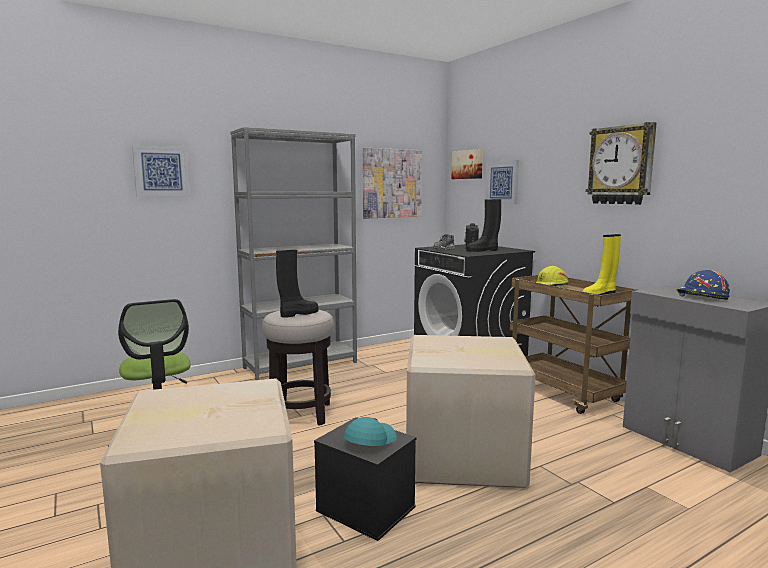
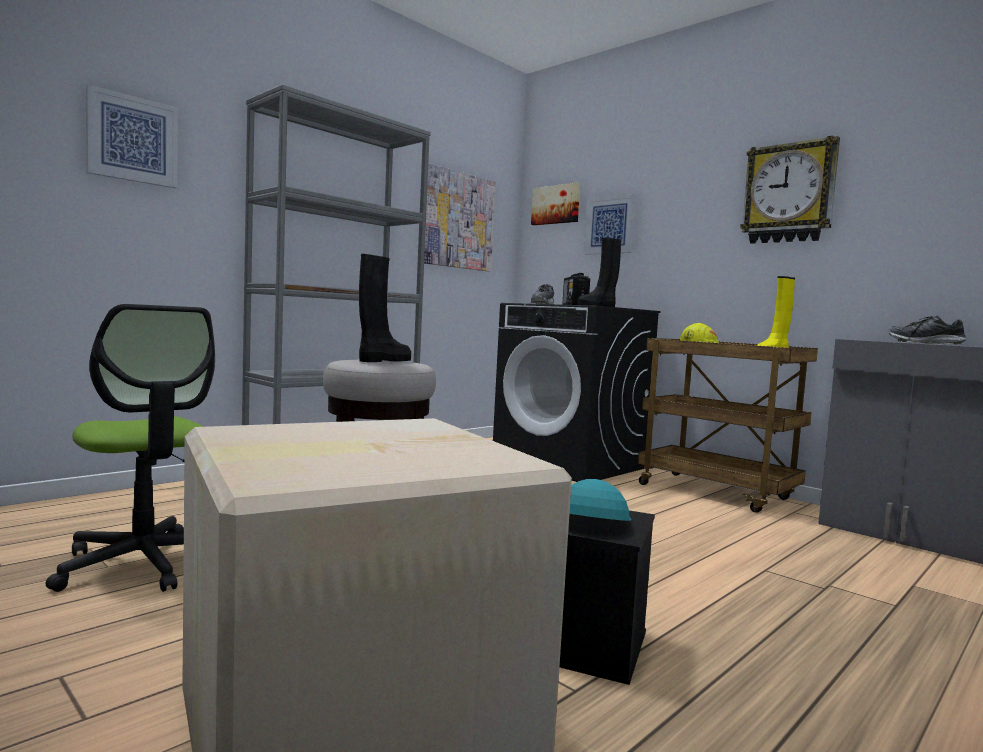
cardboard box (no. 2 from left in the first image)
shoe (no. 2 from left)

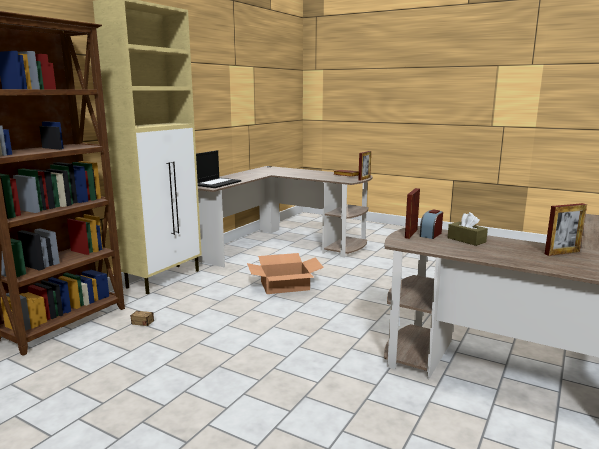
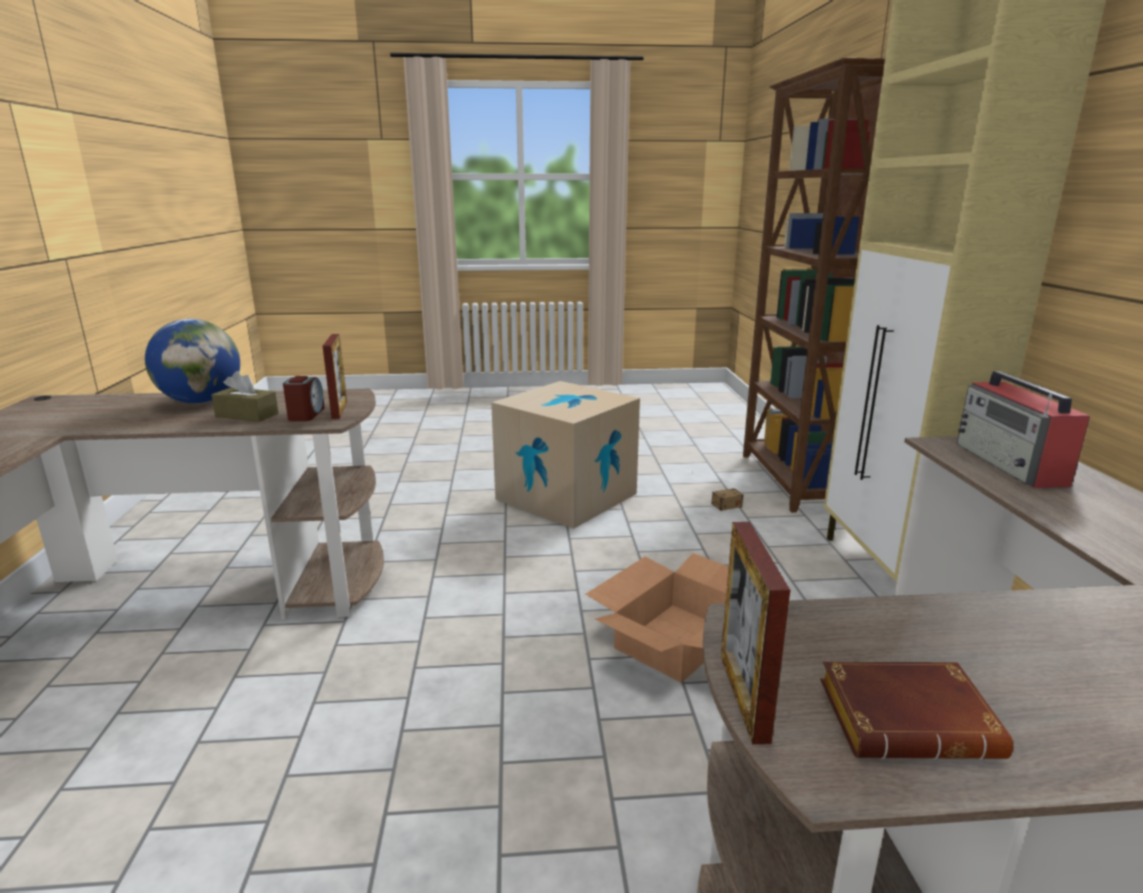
picture frame (no. 3 from left in the first image)
globe
cardboard box (no. 1 from left)
radio

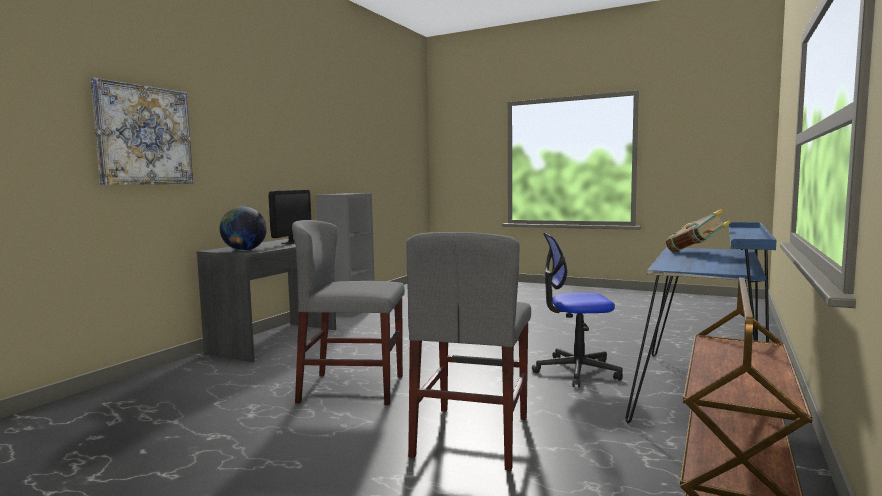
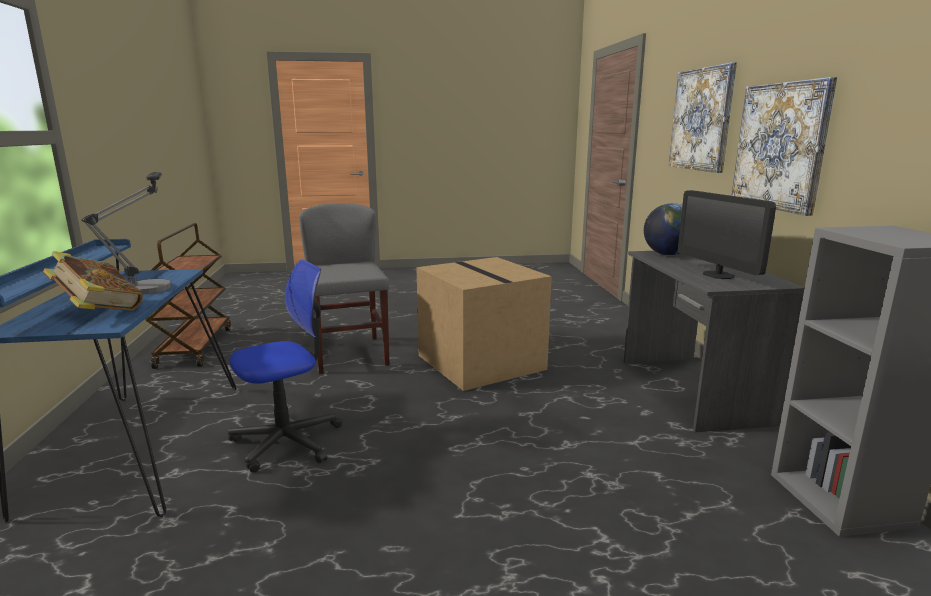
table lamp
picture (no. 2 from left)
cardboard box

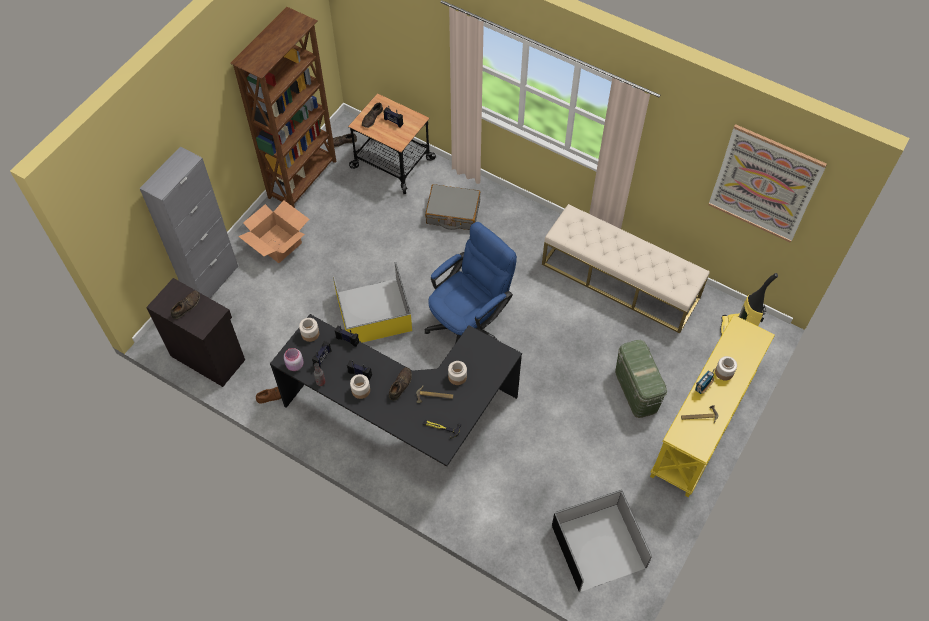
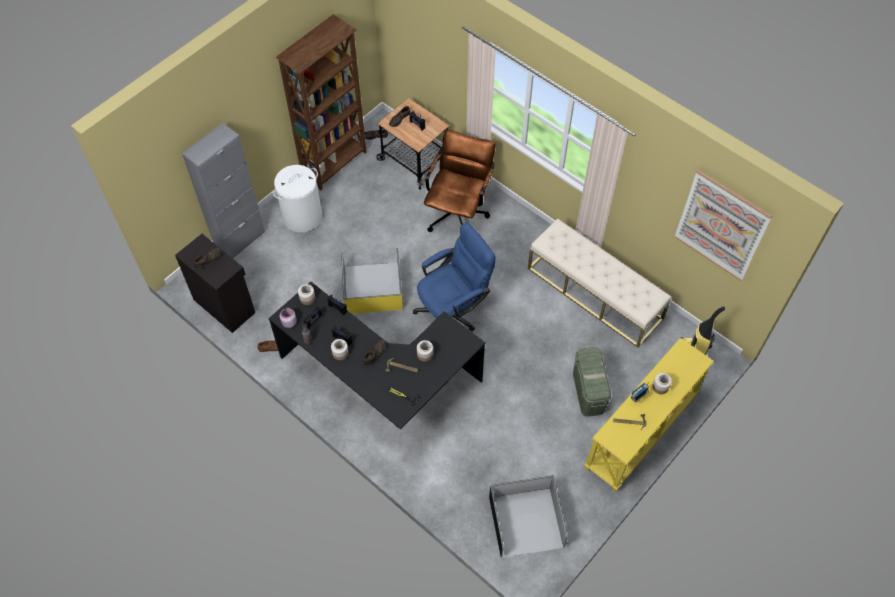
laundry basket (white)
office chair (brown)

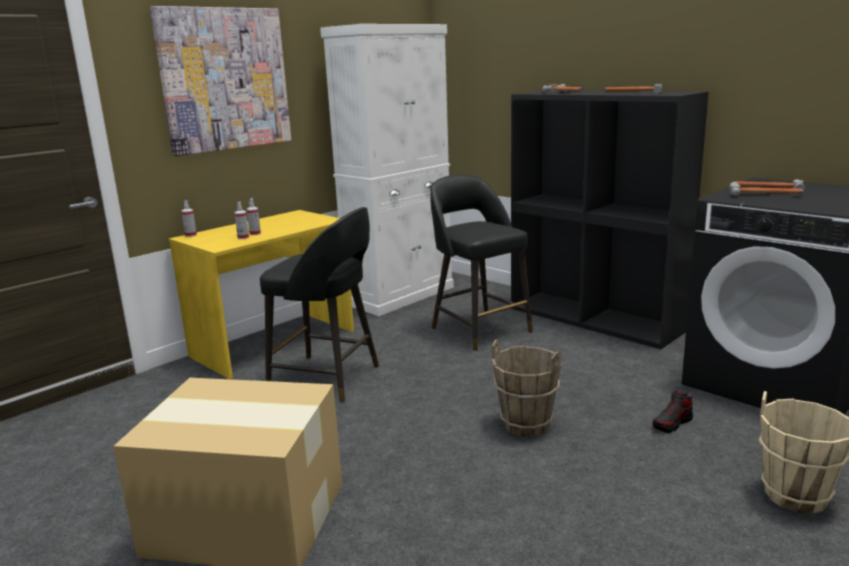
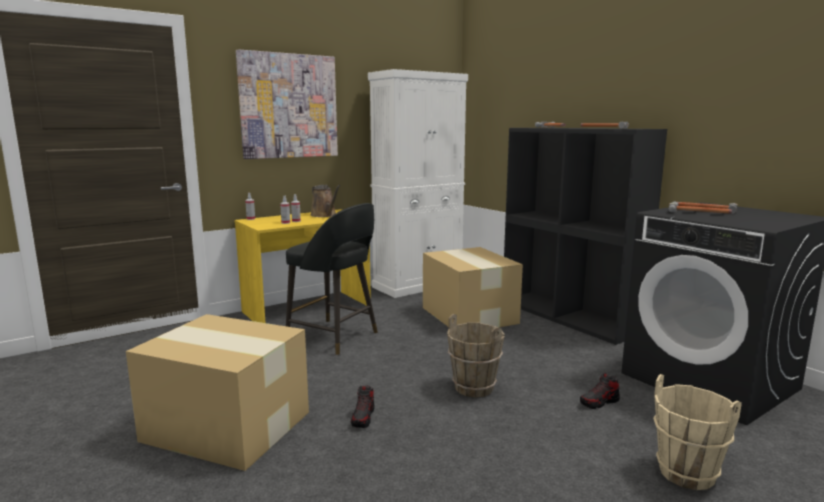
watering can (brown)
shoe (no. 1 from left)
cardboard box (no. 2 from left)

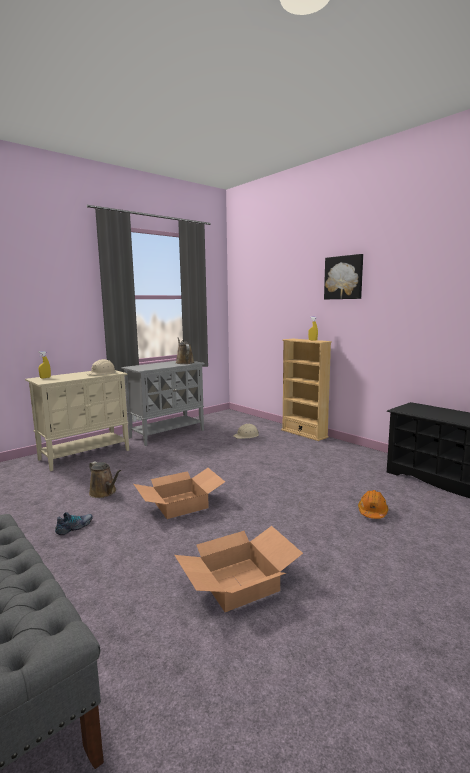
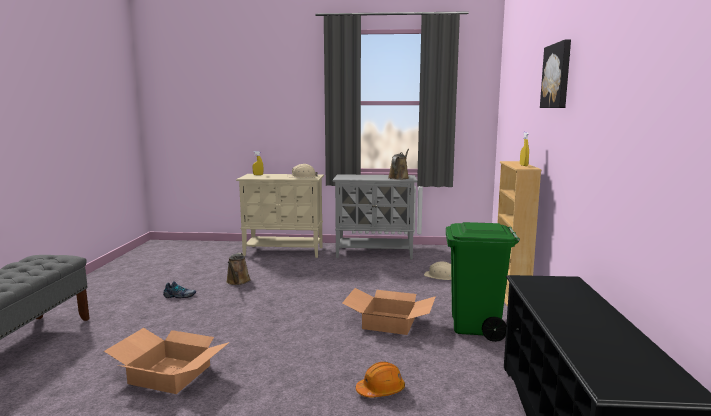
trash can (green)
cardboard box (no. 2 from left)

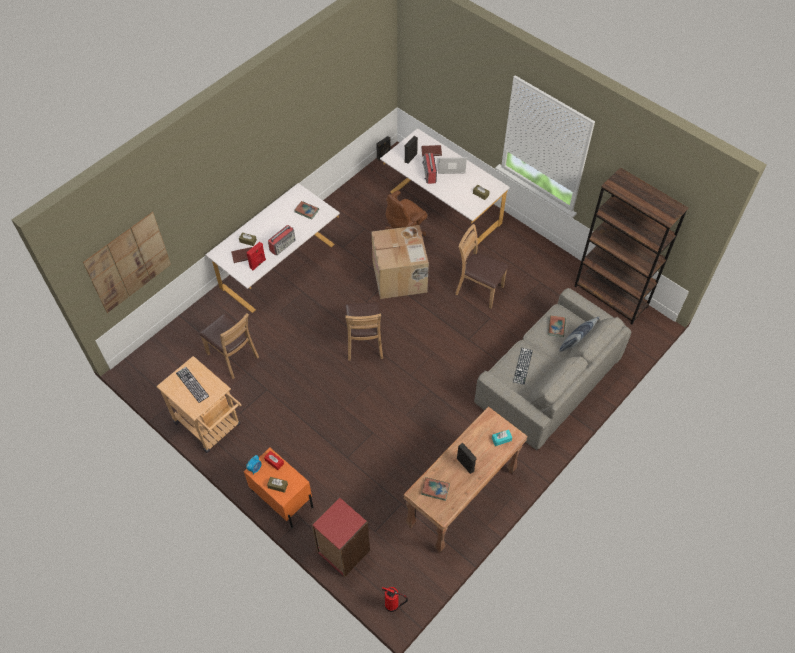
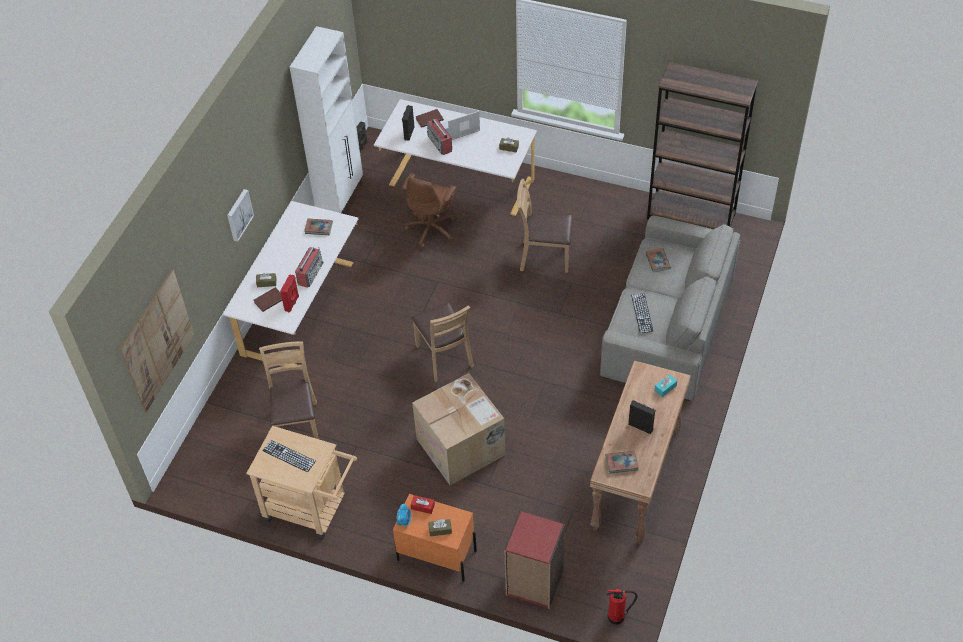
pillow
picture (no. 2 from left)
cabinet (white)
cardboard box
chair (brown) (no. 1 from left)

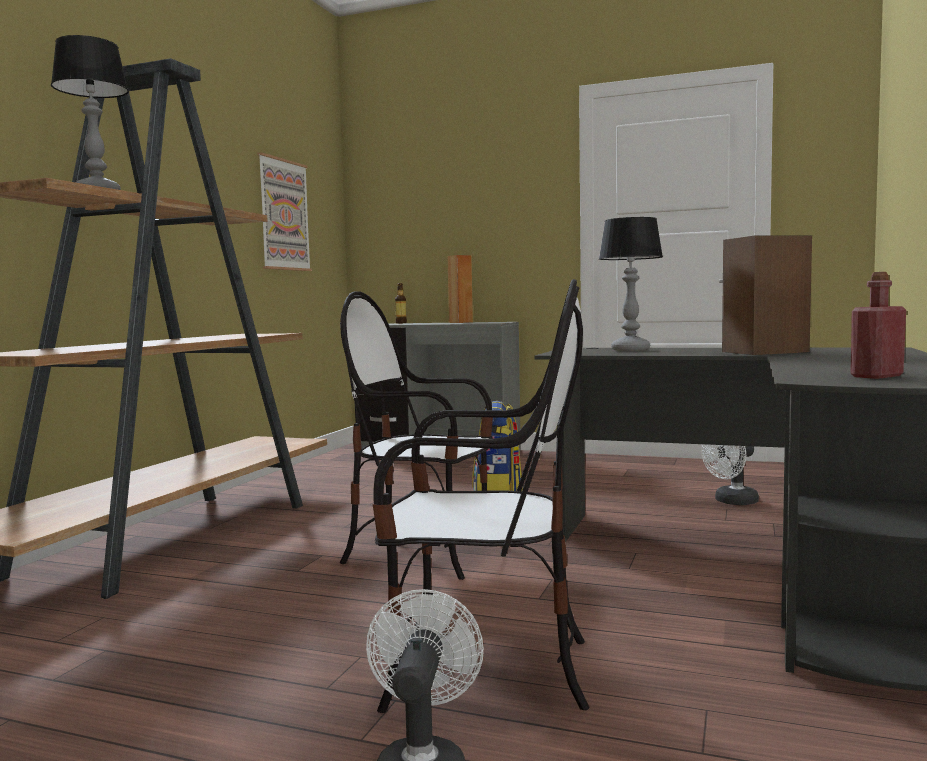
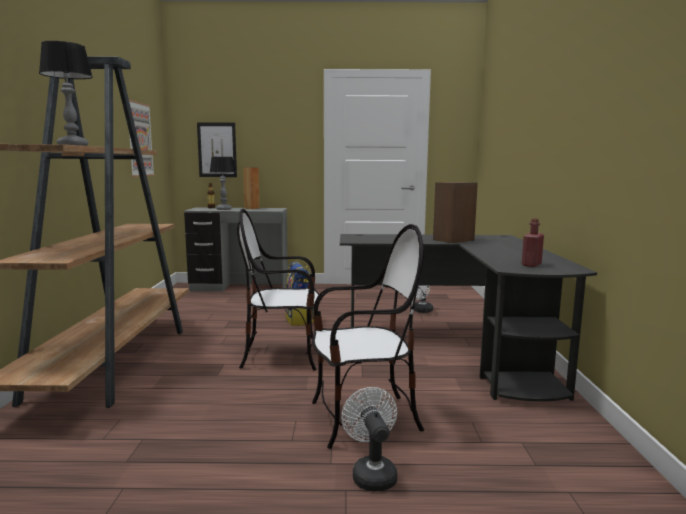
picture (no. 2 from left)
table lamp (no. 2 from left)

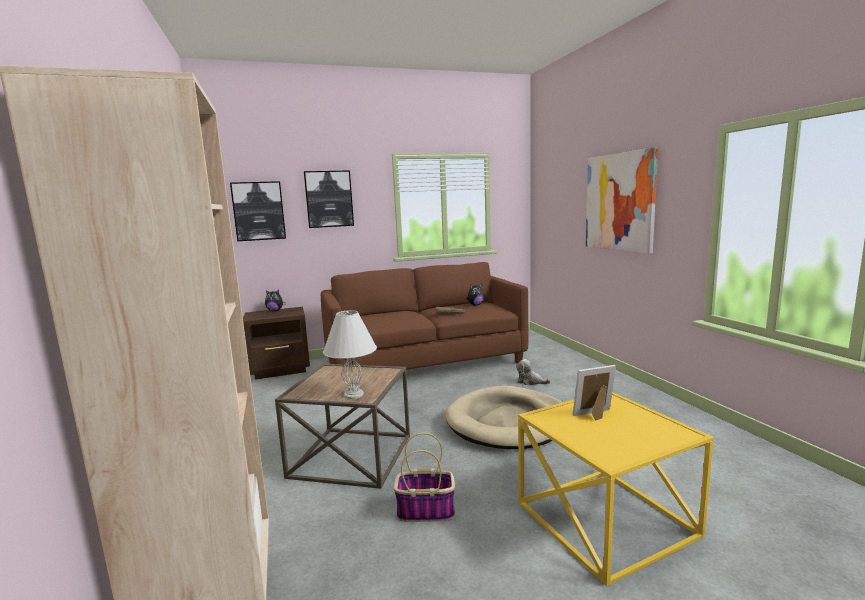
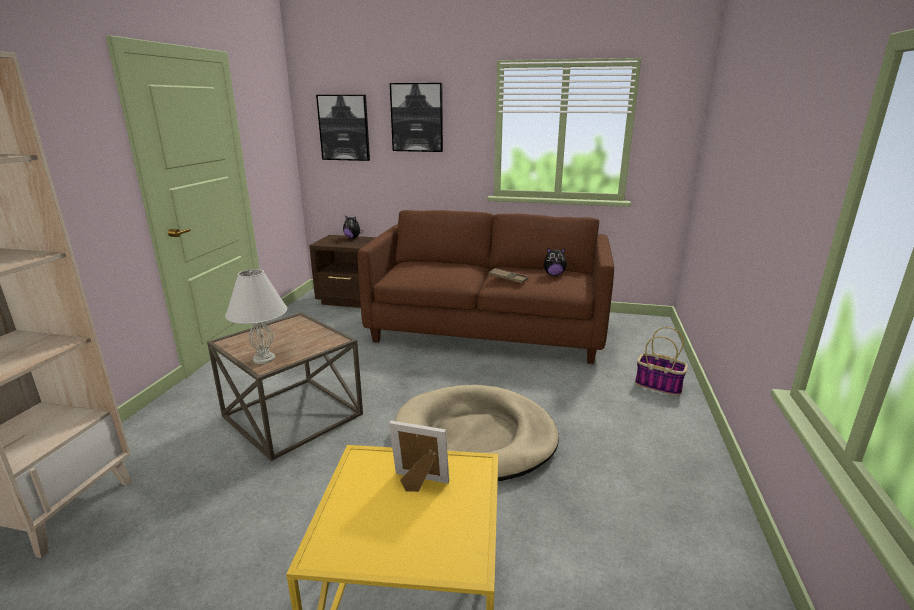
plush toy (no. 3 from left in the first image)
picture (no. 3 from left in the first image)
basket

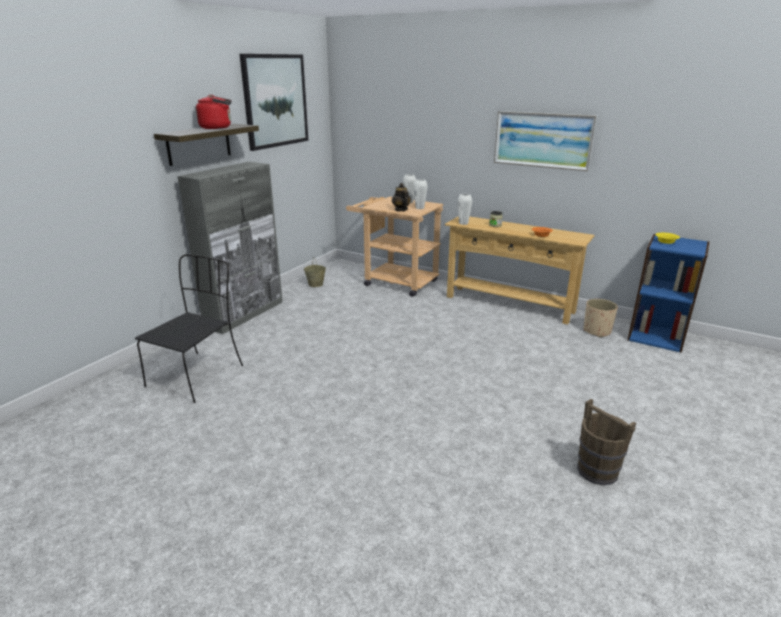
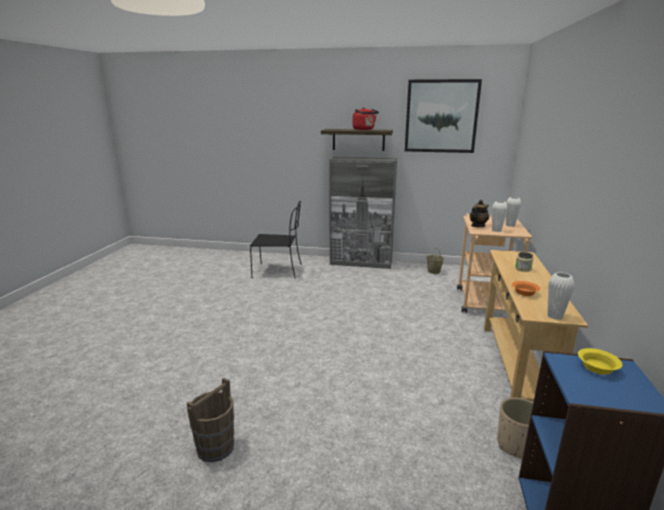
picture (no. 2 from left in the first image)
vase (white) (no. 3 from left)

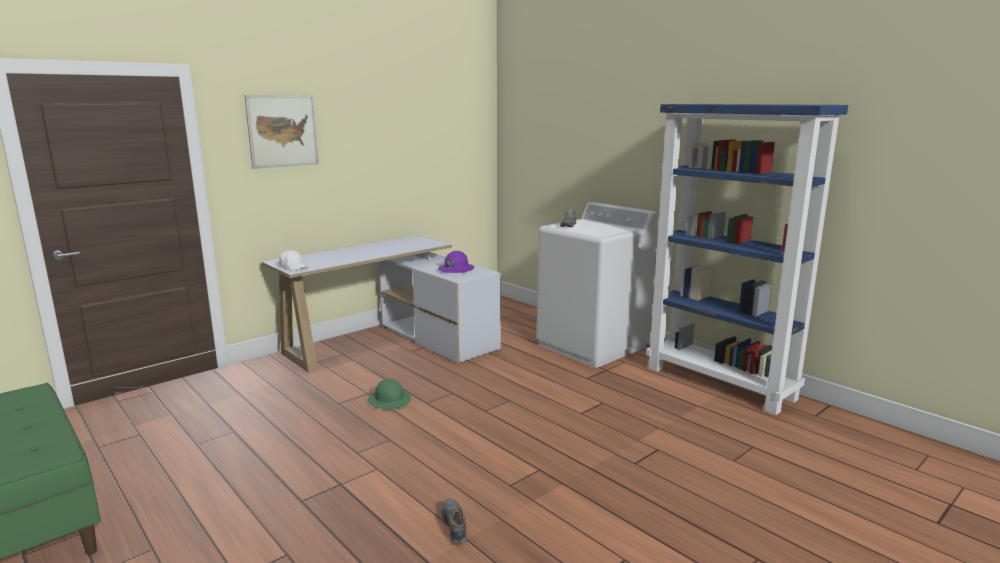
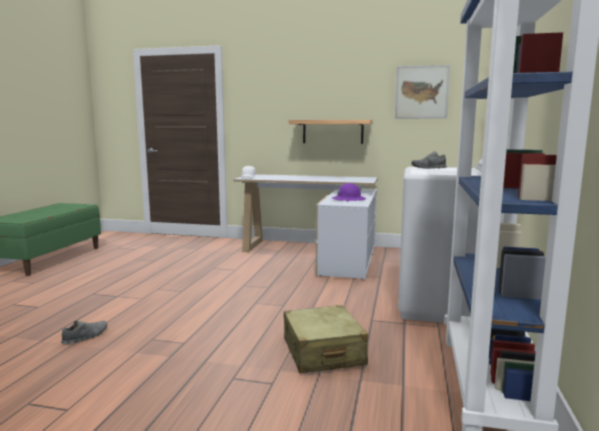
hard hat (green)
suitcase (beige)
shelf
picture

